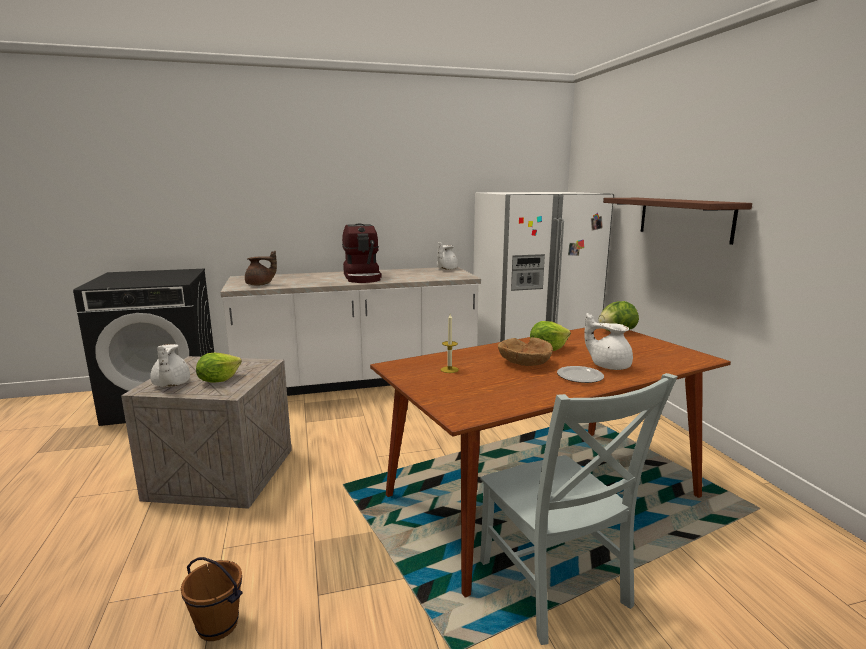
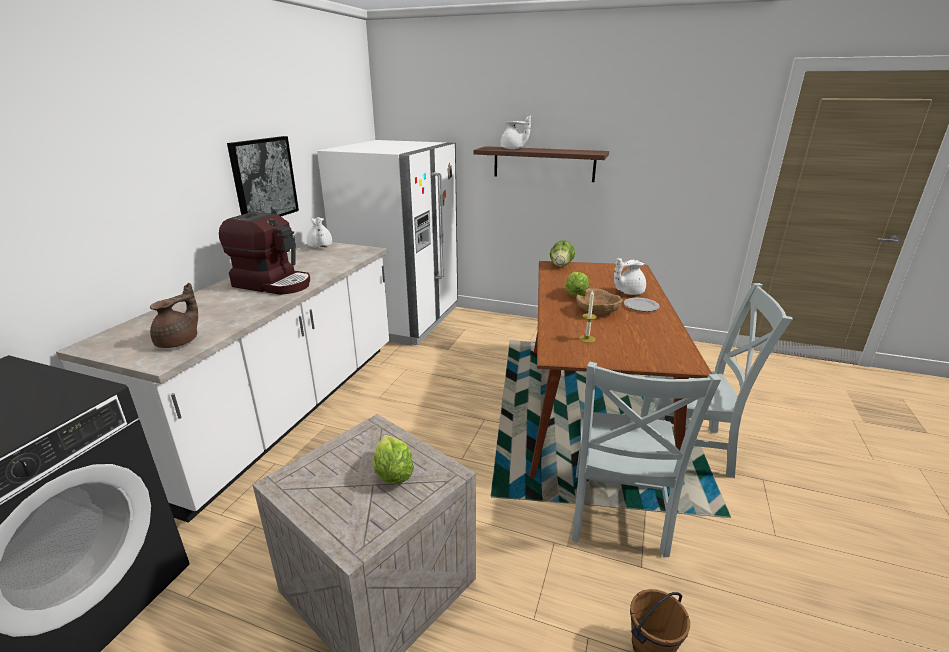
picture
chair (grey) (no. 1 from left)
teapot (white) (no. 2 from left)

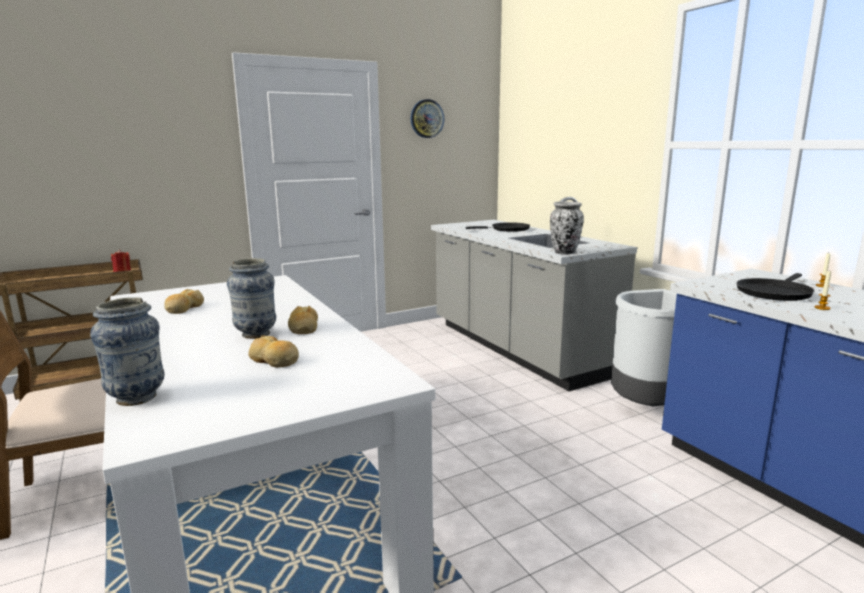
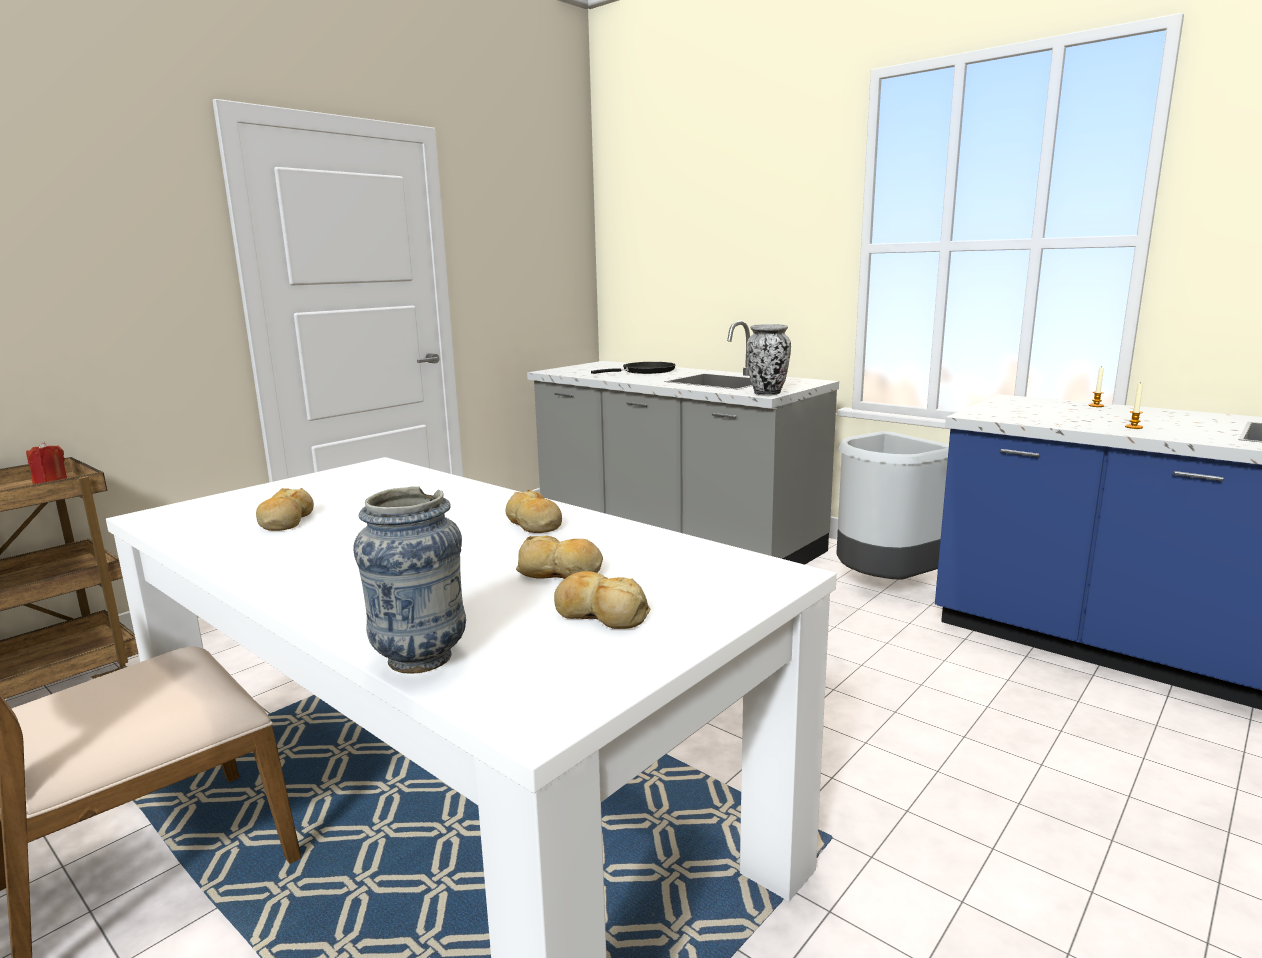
vase (no. 2 from left in the first image)
wall clock
frying pan (black) (no. 2 from left in the first image)
bread (no. 4 from left)

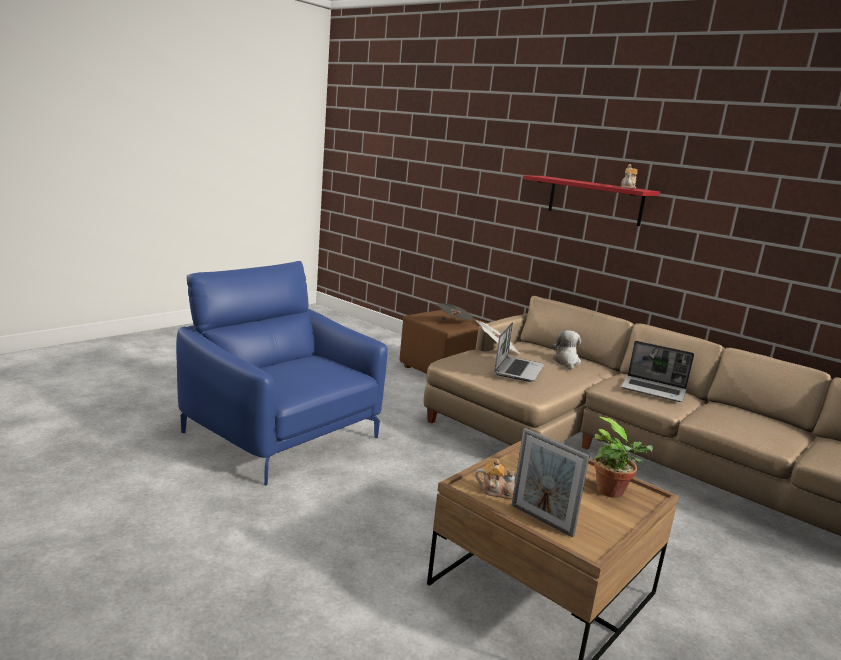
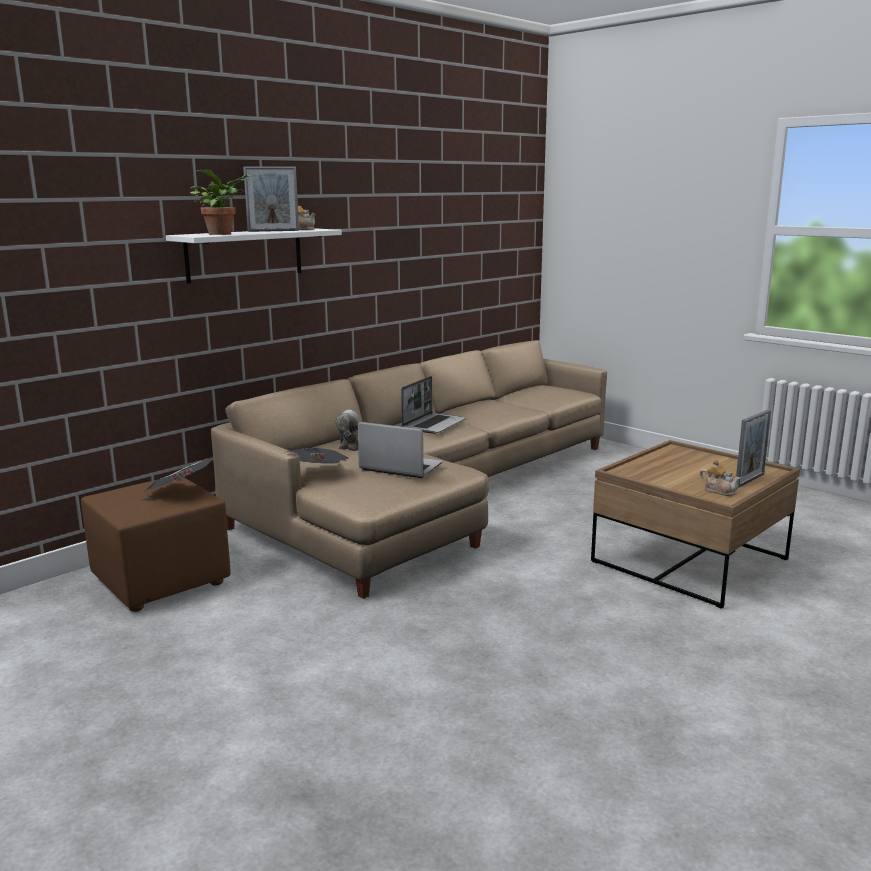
armchair (blue)
picture frame (no. 1 from left)
potted plant
shelf (white)
teapot (no. 2 from left)

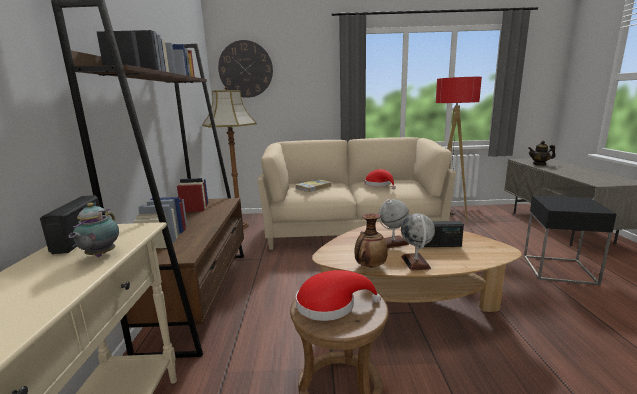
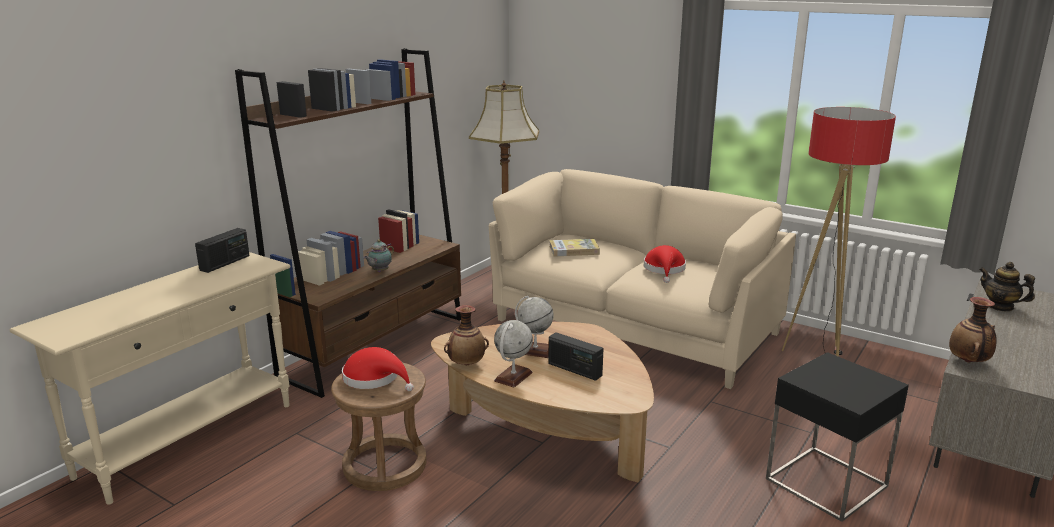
wall clock
vase (no. 2 from left)
teapot (no. 1 from left)

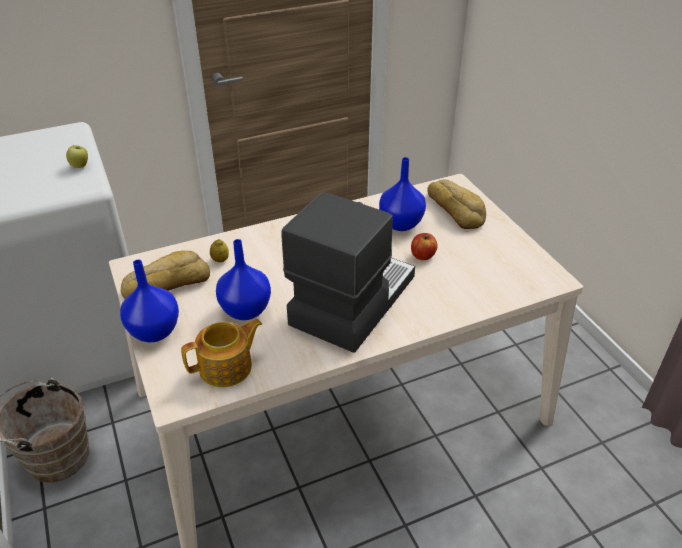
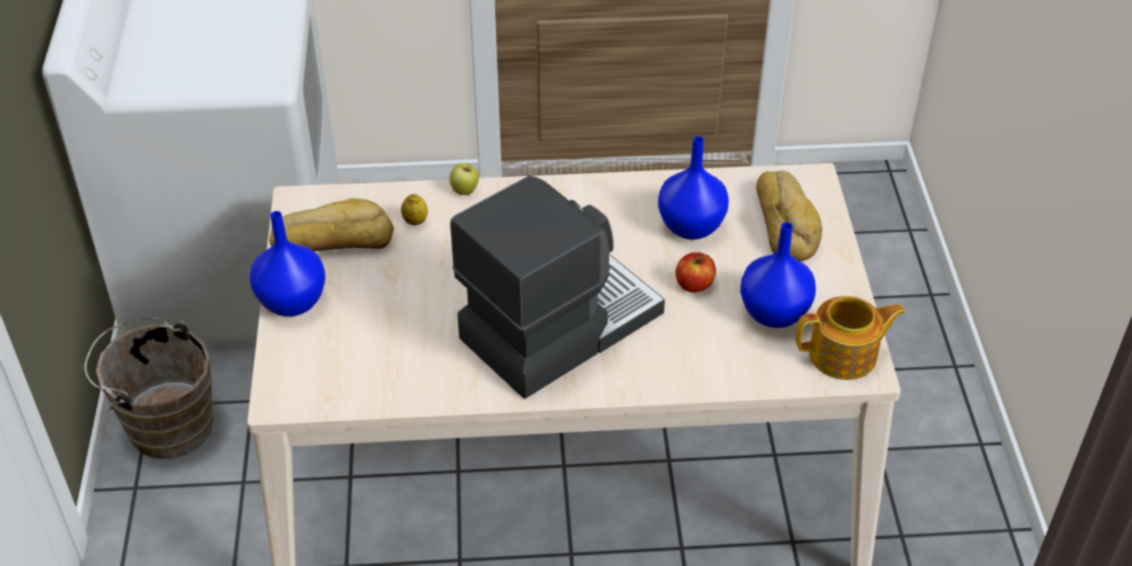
apple (no. 1 from left)
teapot
vase (blue) (no. 3 from left)

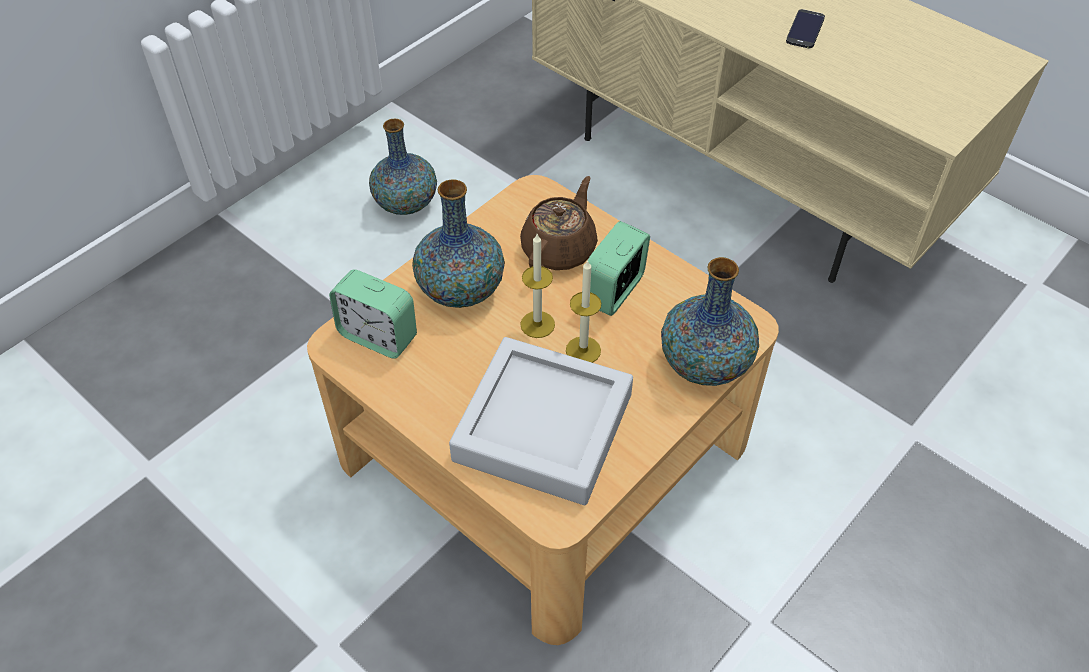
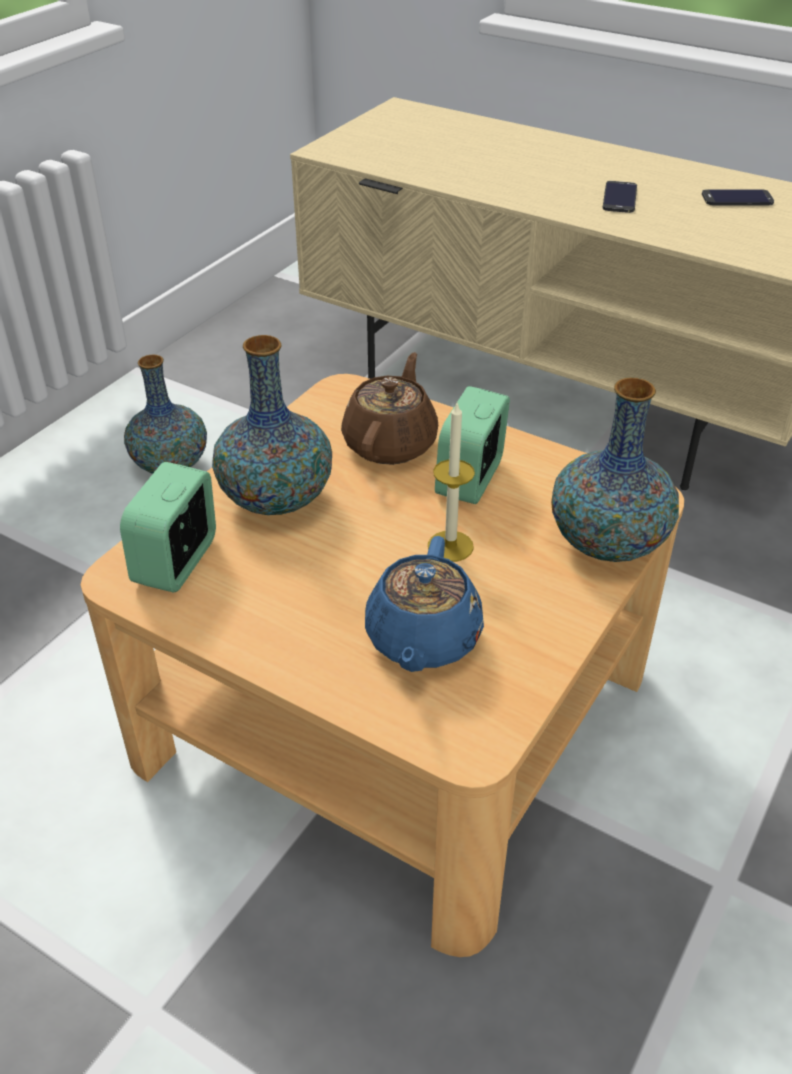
candle (no. 1 from left in the first image)
phone (no. 2 from left)
teapot (blue)
alarm clock (no. 1 from left)

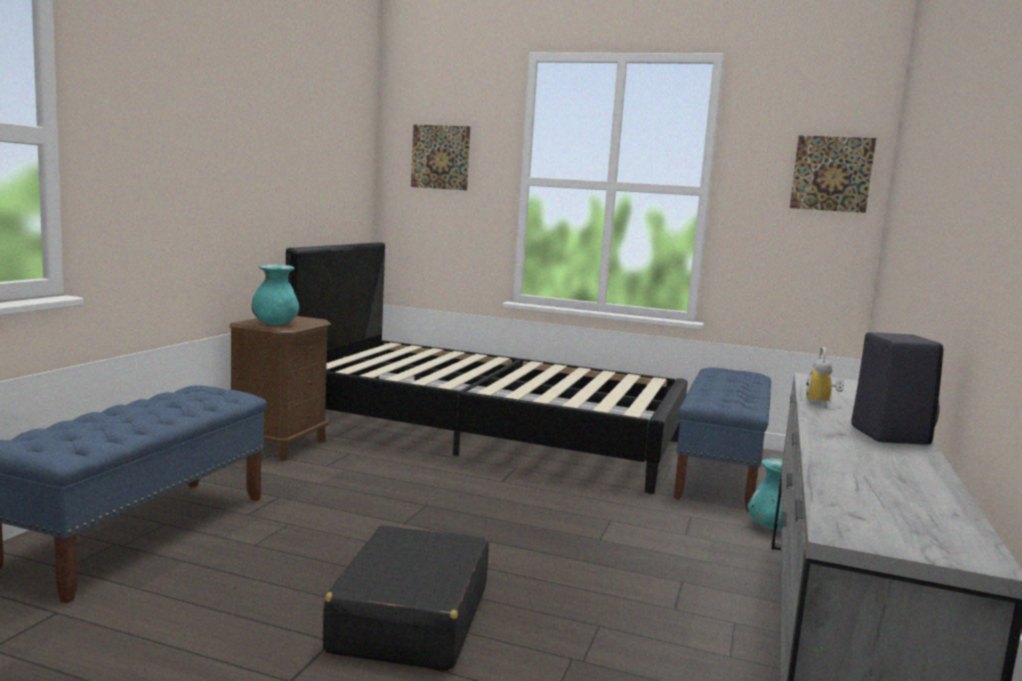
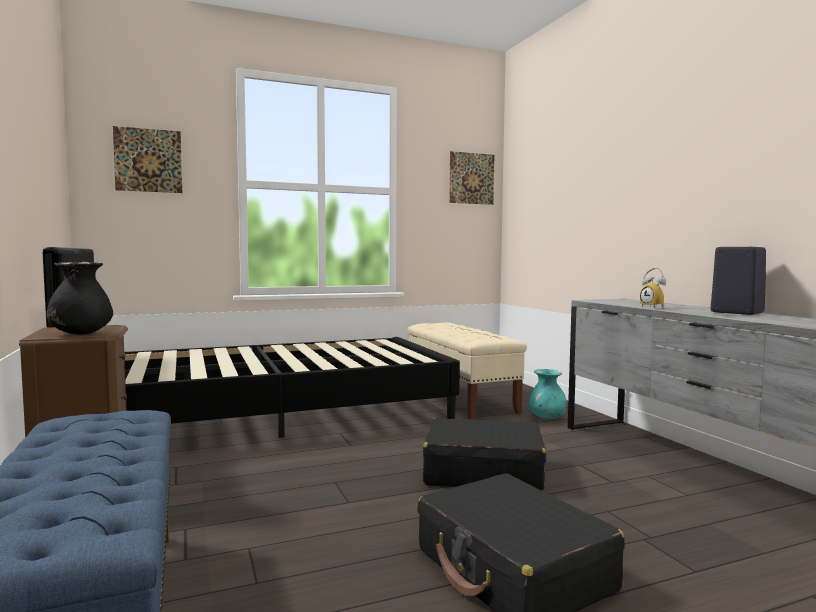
suitcase (black) (no. 1 from left)
vase (black)
bench (beige)

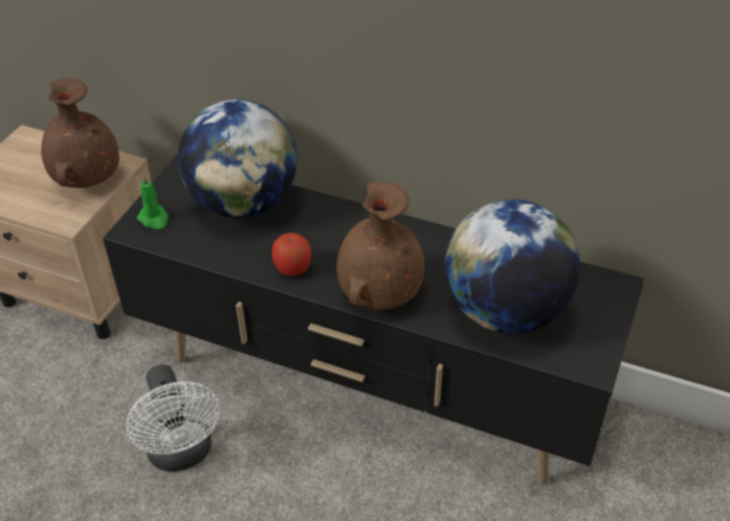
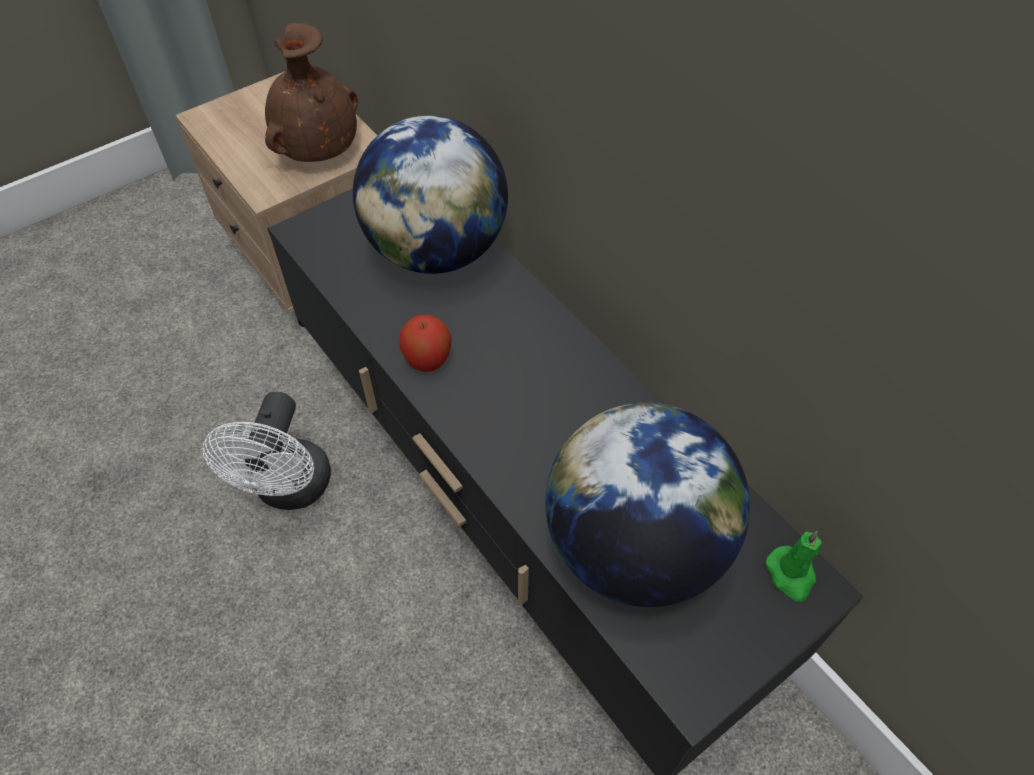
vase (brown) (no. 2 from left in the first image)
candle (green)

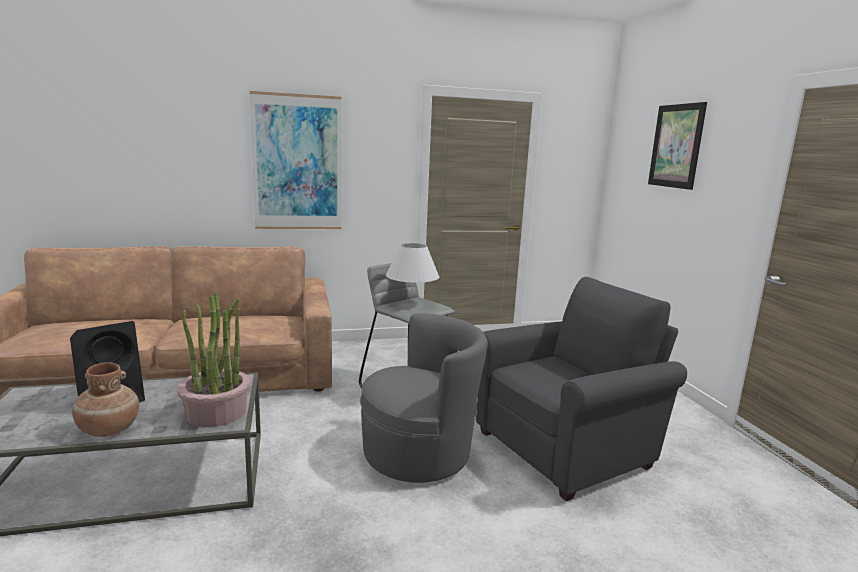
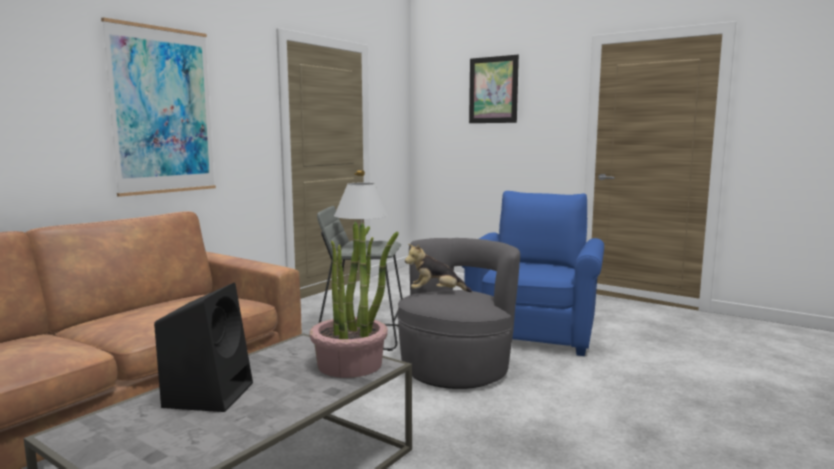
vase (brown)
plush toy
armchair (blue)

